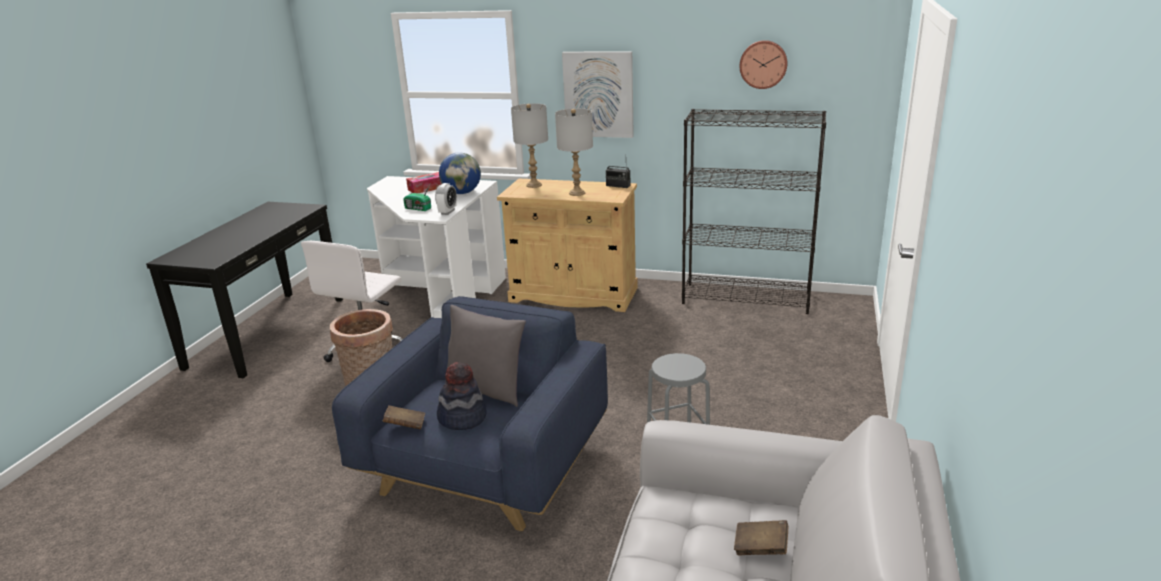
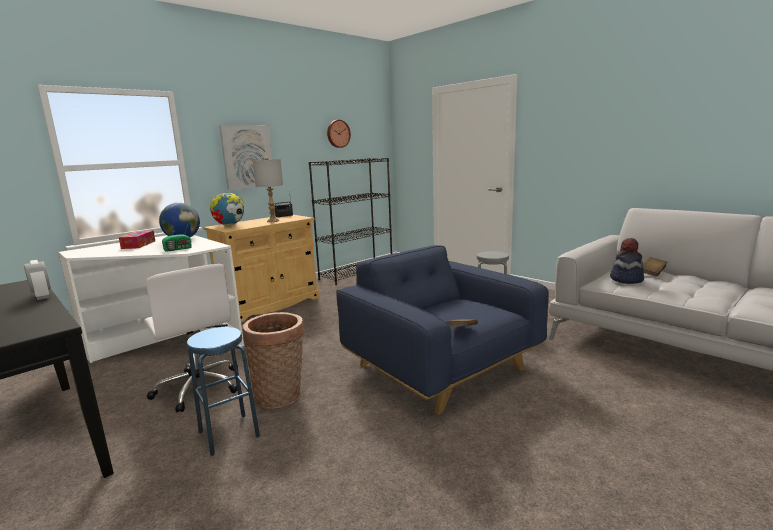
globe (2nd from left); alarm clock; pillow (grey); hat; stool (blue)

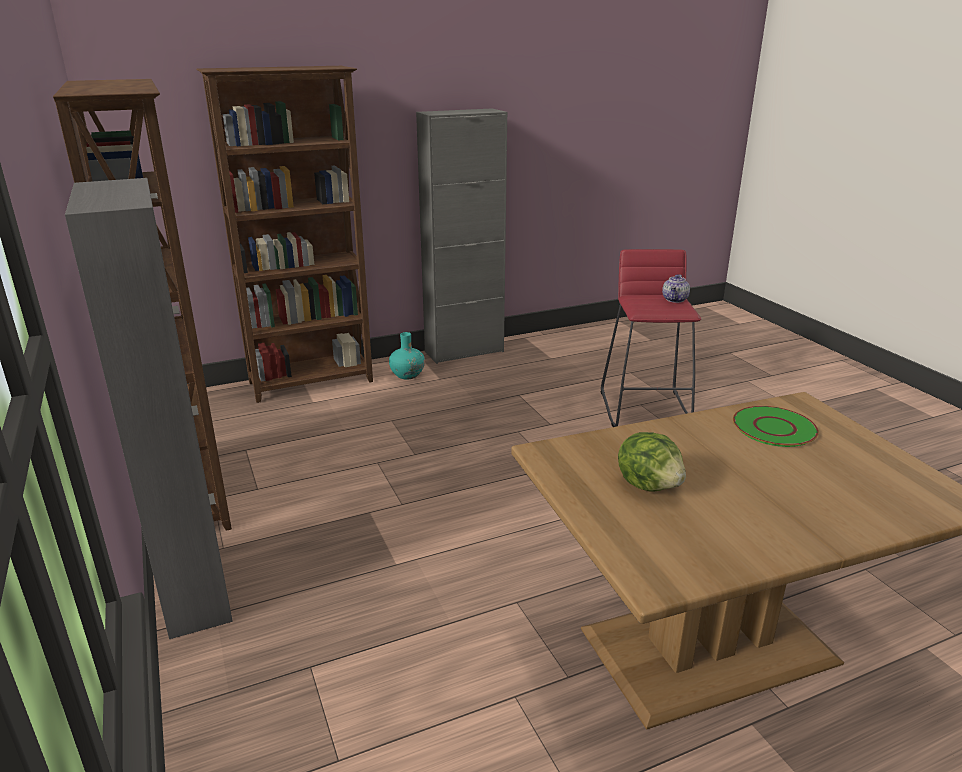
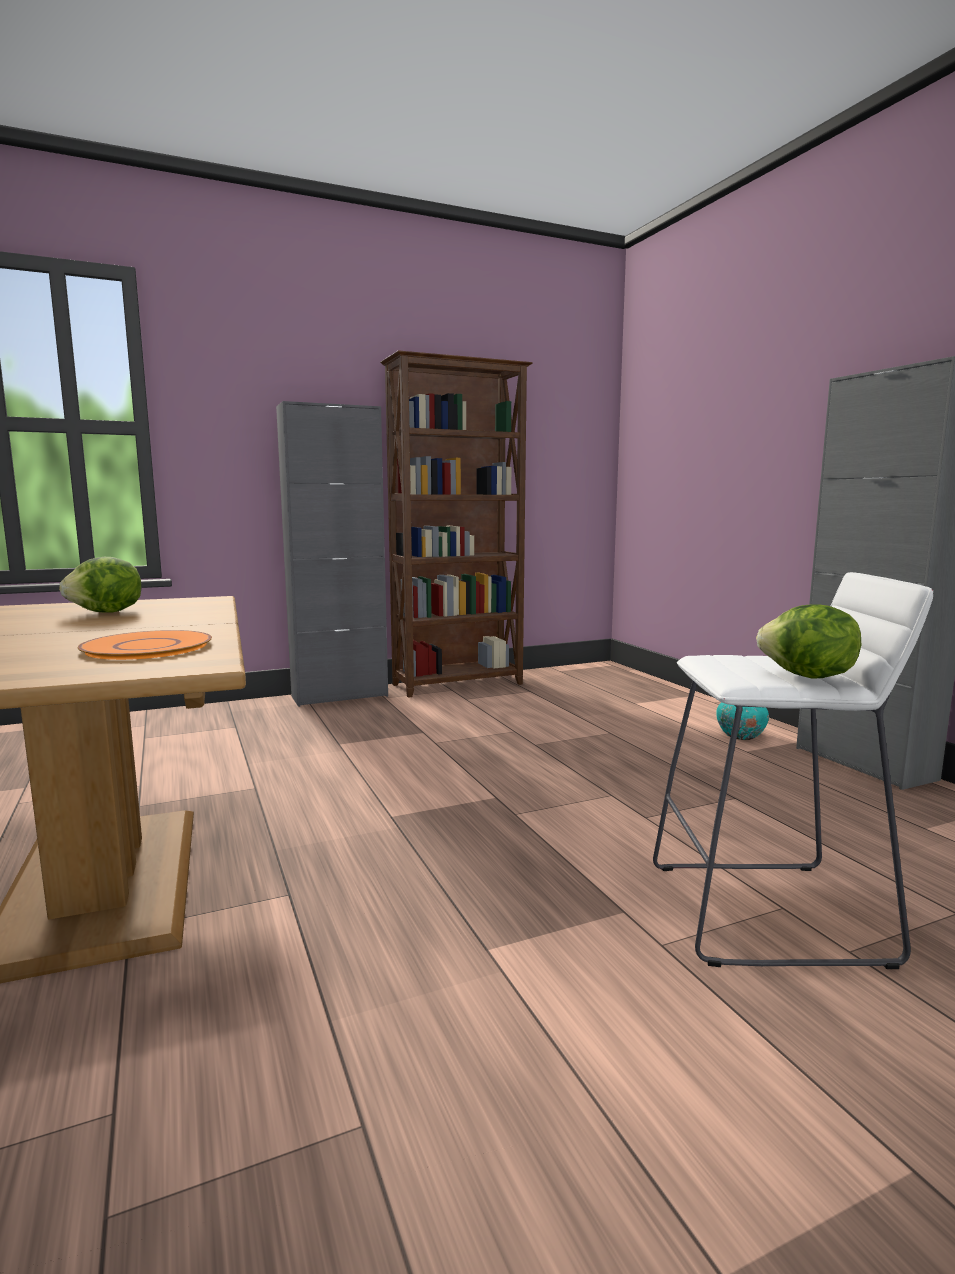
bookcase (brown) (2nd from left in the first image); stool (white); lettuce (2nd from left); plate (orange)

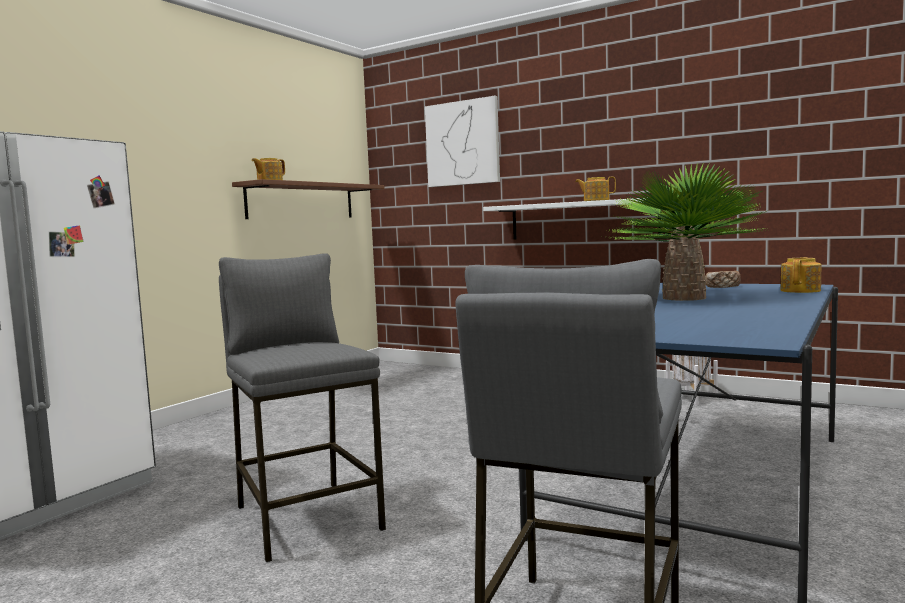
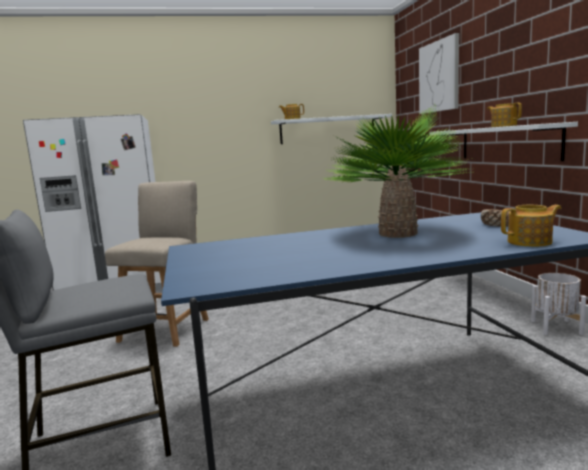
shelf (white) (1st from left); chair (beige)

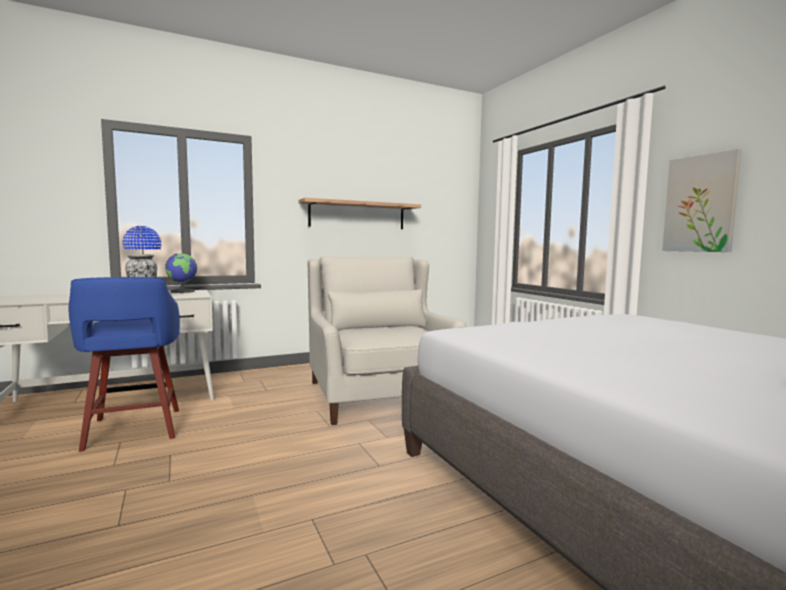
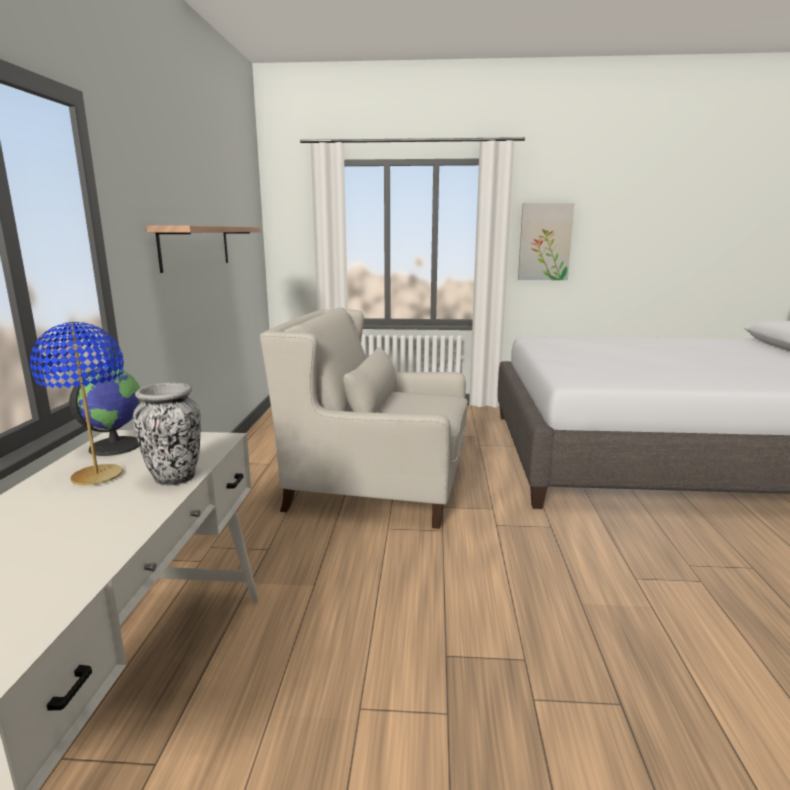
stool (blue)

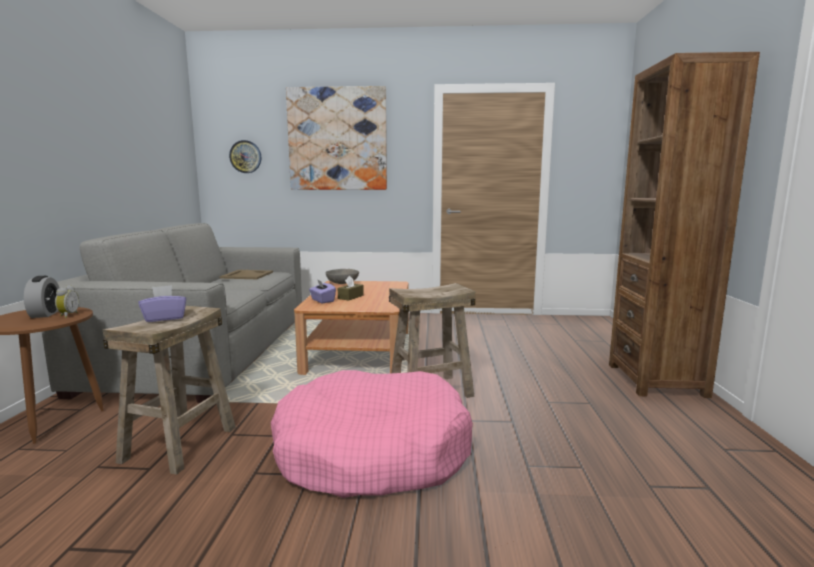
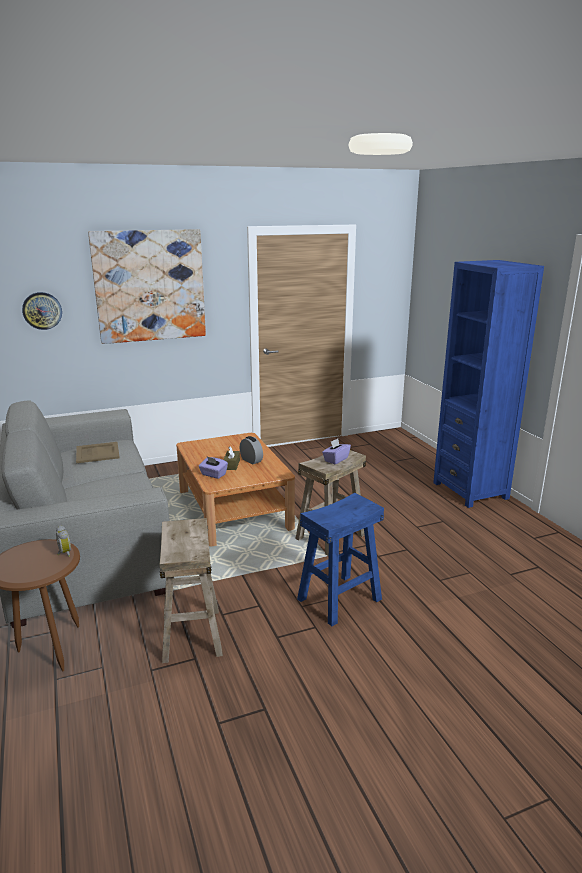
bookcase (blue); bowl (grey); alarm clock (2nd from left); tissue box (purple) (2nd from left); stool (blue)

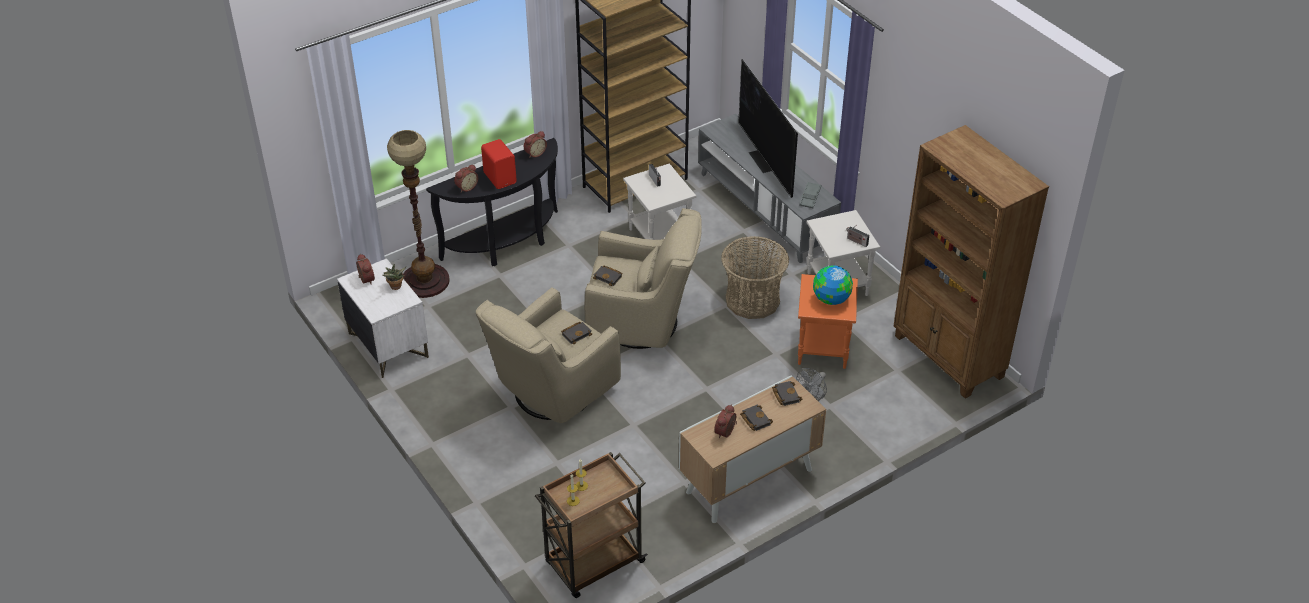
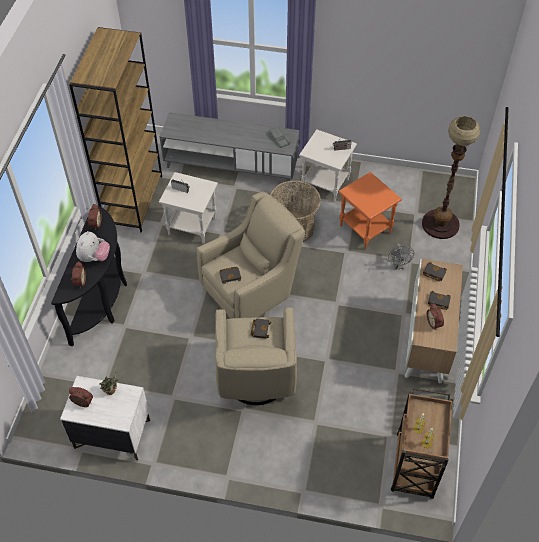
television; bookcase (brown) (2nd from left in the first image); floor lamp; plush toy; globe

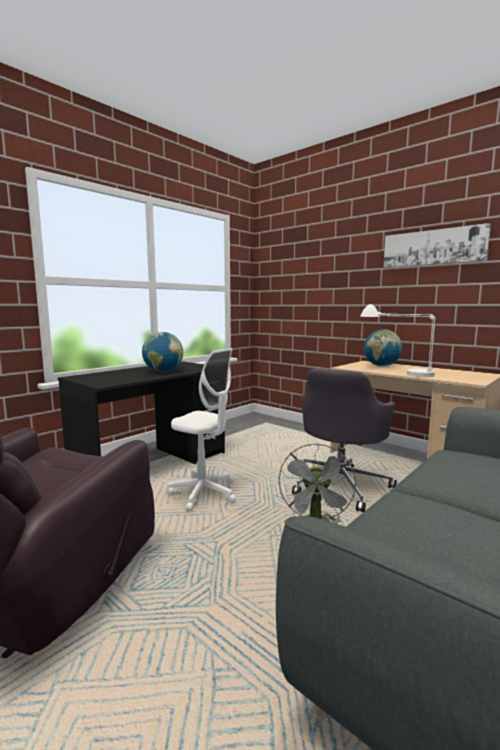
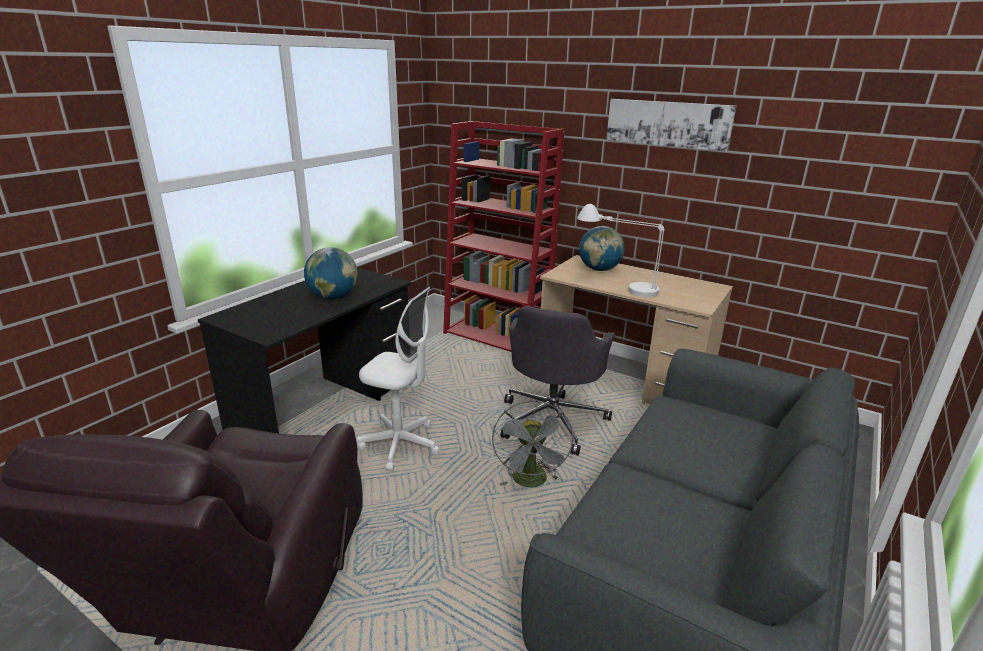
bookcase (red)

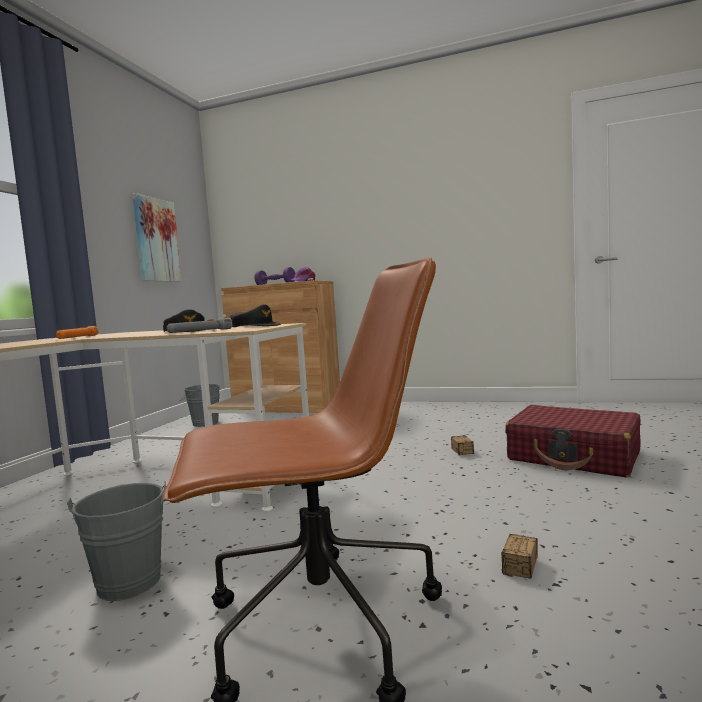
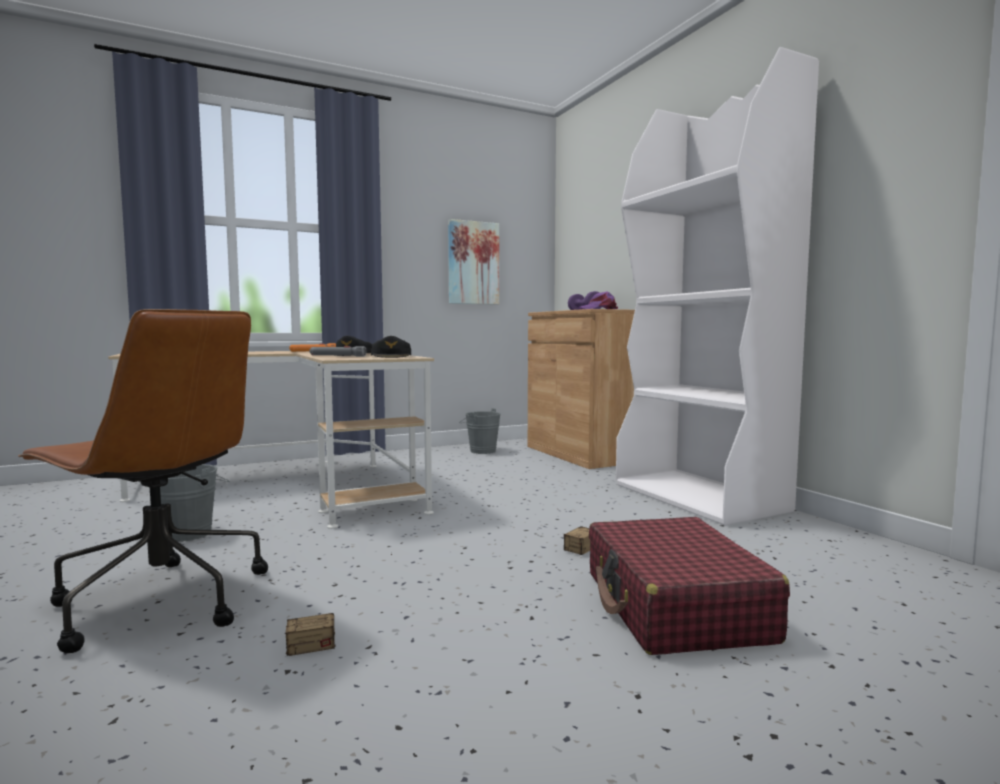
bookcase (white)

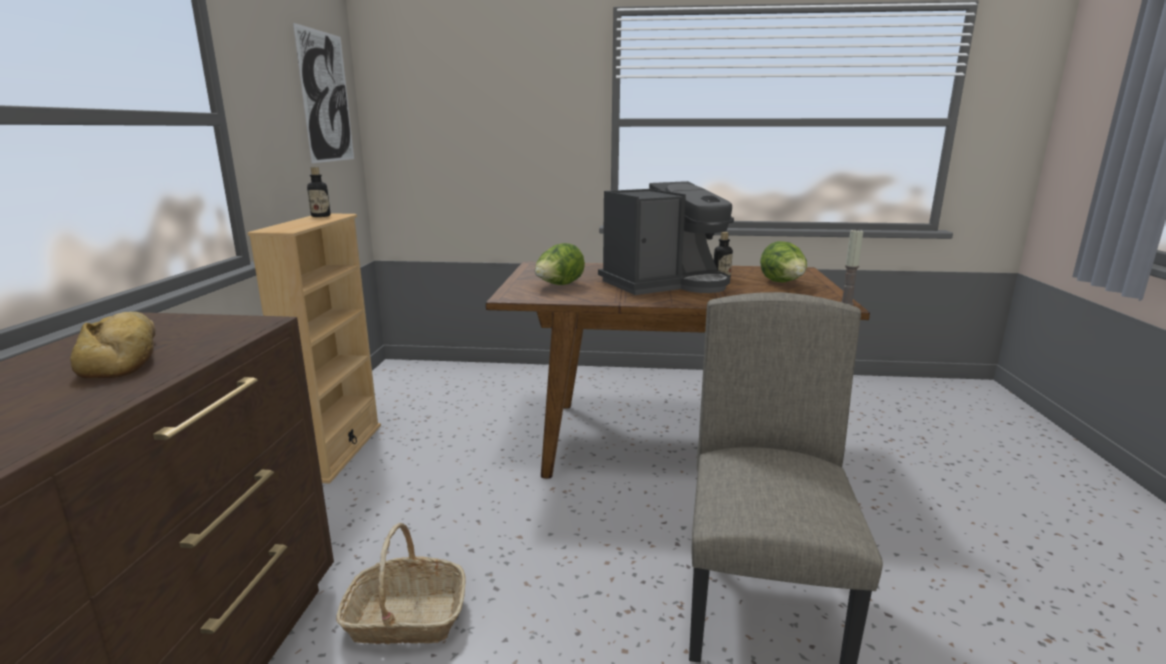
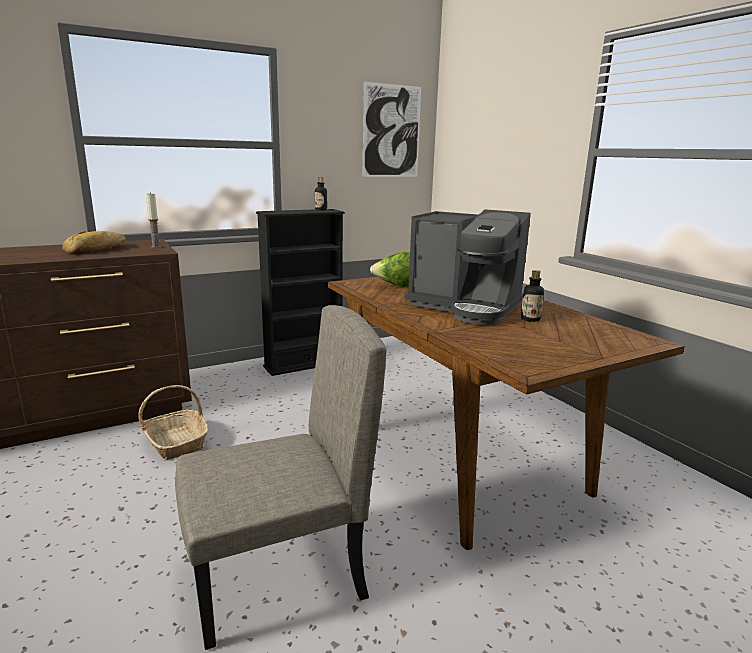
bookcase (black); candle; lettuce (2nd from left in the first image)

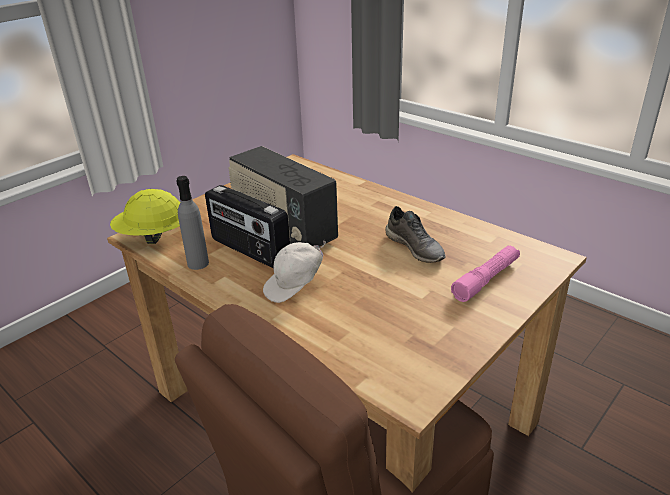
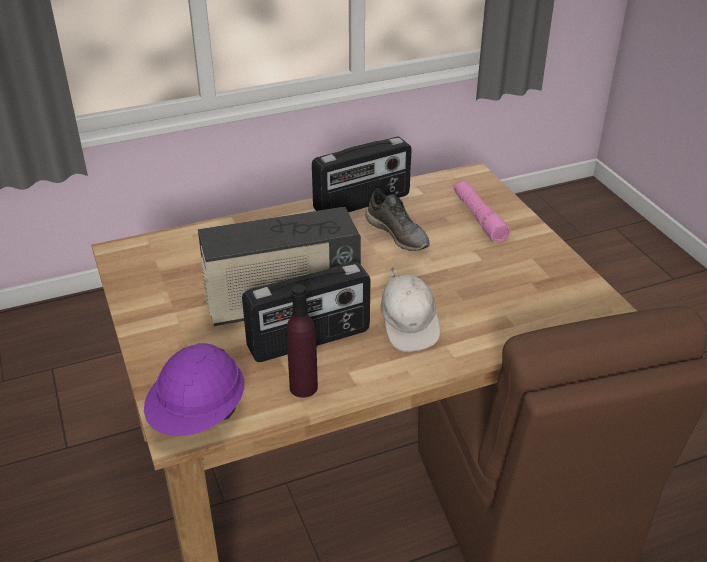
bottle (purple); hard hat (purple); shoe (grey); radio (3rd from left)

